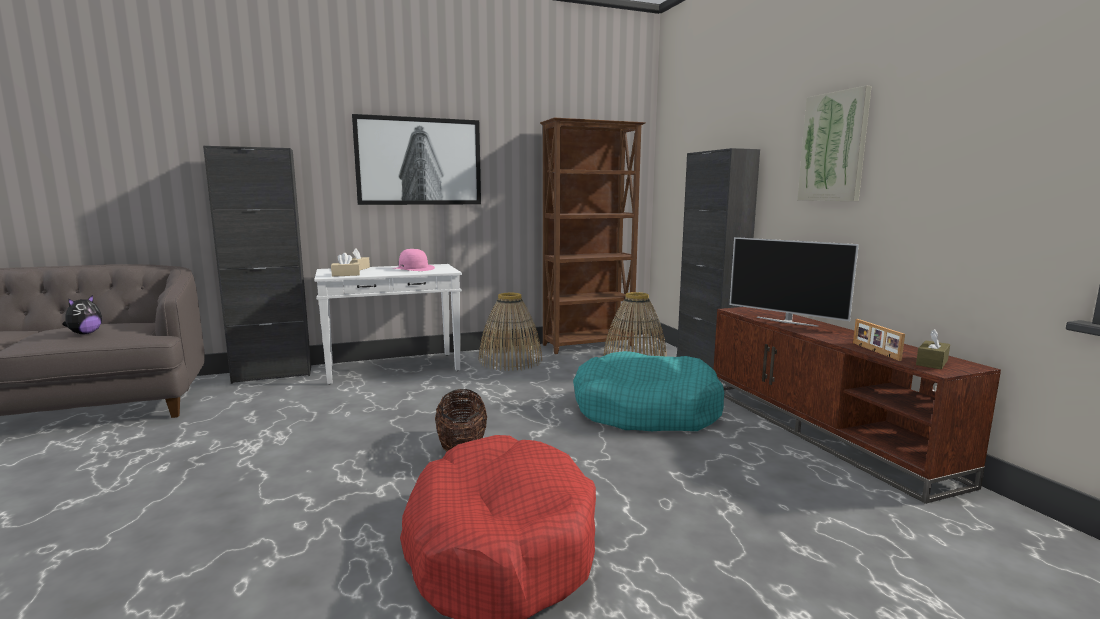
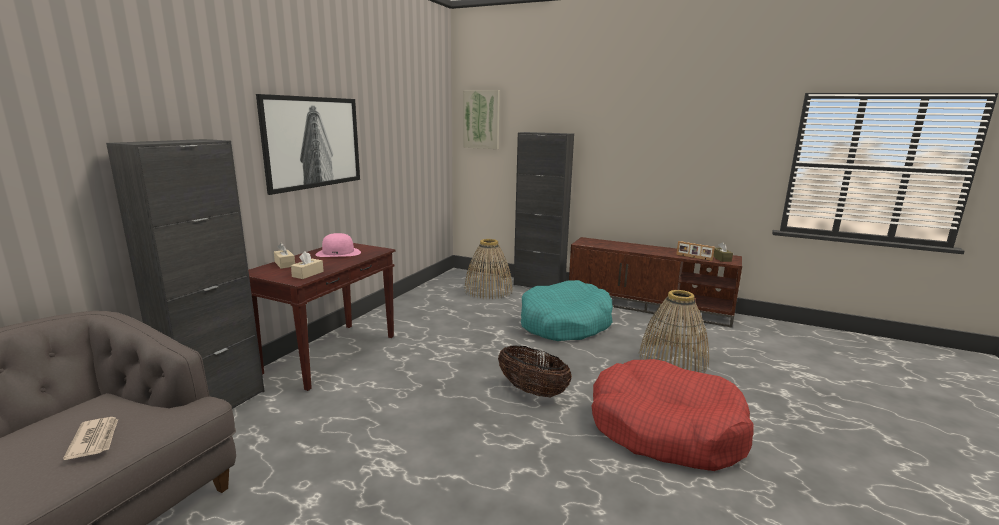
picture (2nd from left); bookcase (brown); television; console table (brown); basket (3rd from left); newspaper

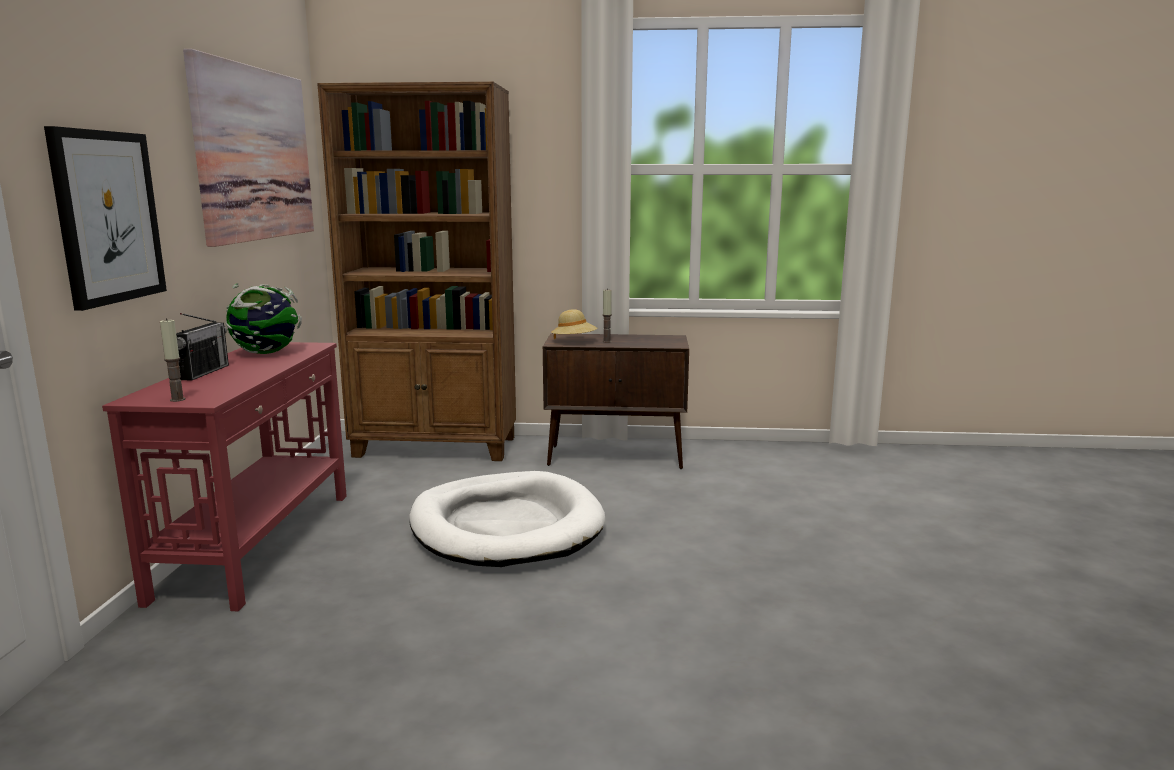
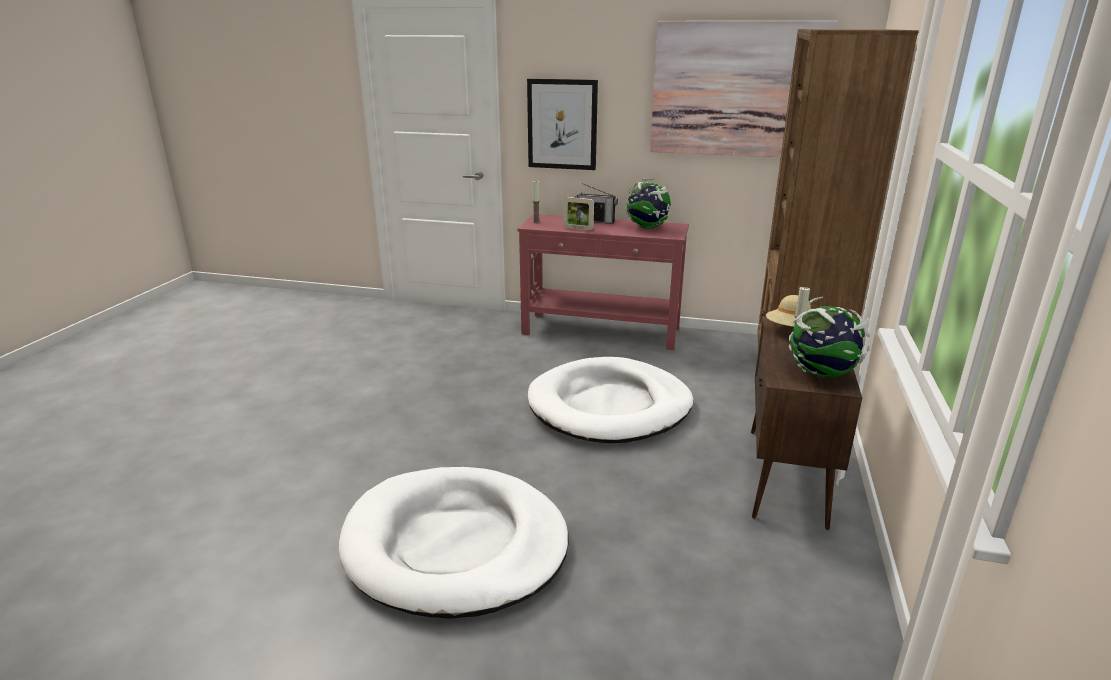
picture frame; globe (2nd from left); dog bed (white) (1st from left)

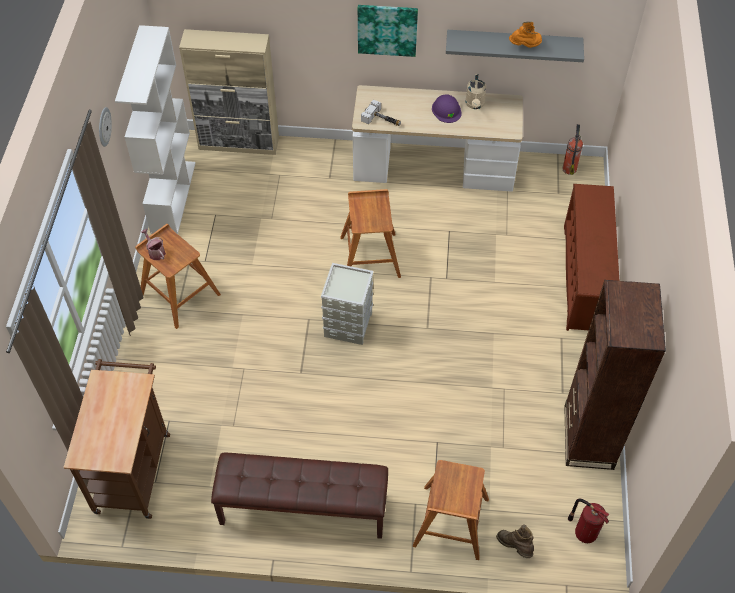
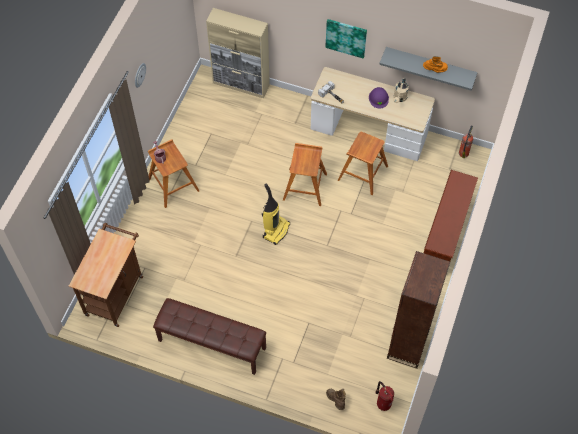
bookcase (white); vacuum cleaner; stool (brown) (3rd from left)

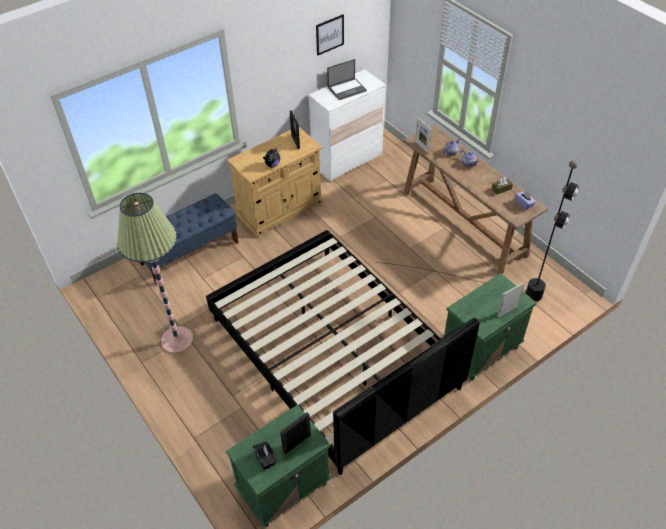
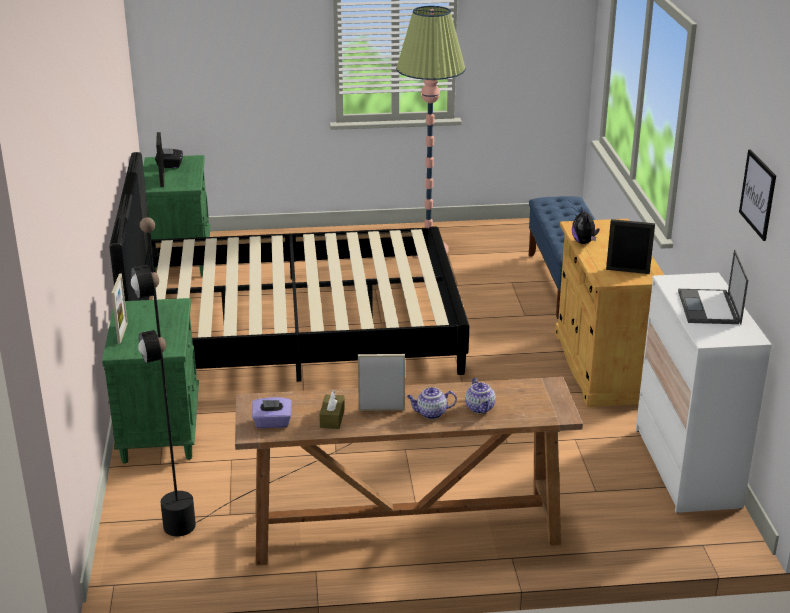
picture frame (3rd from left)

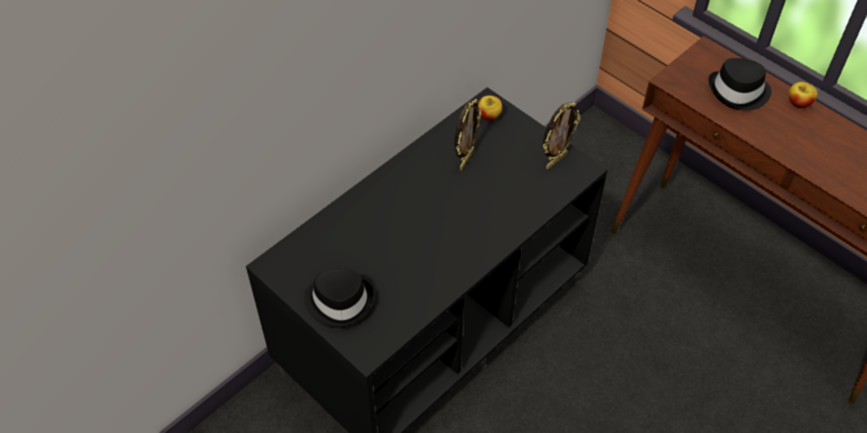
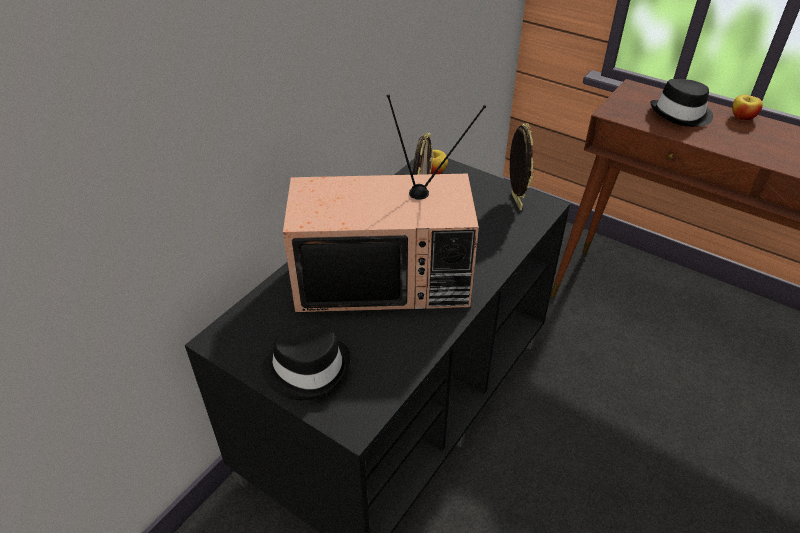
picture frame (2nd from left); television

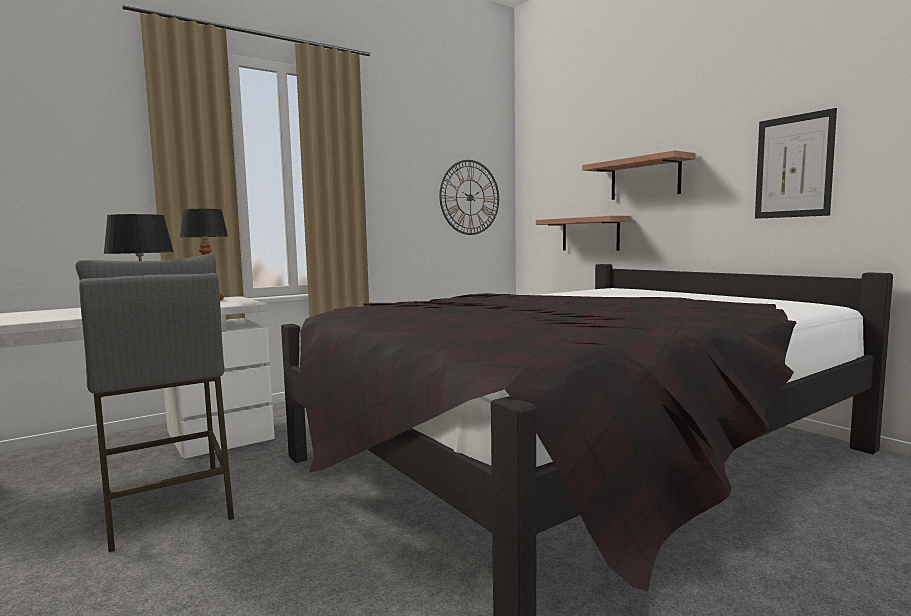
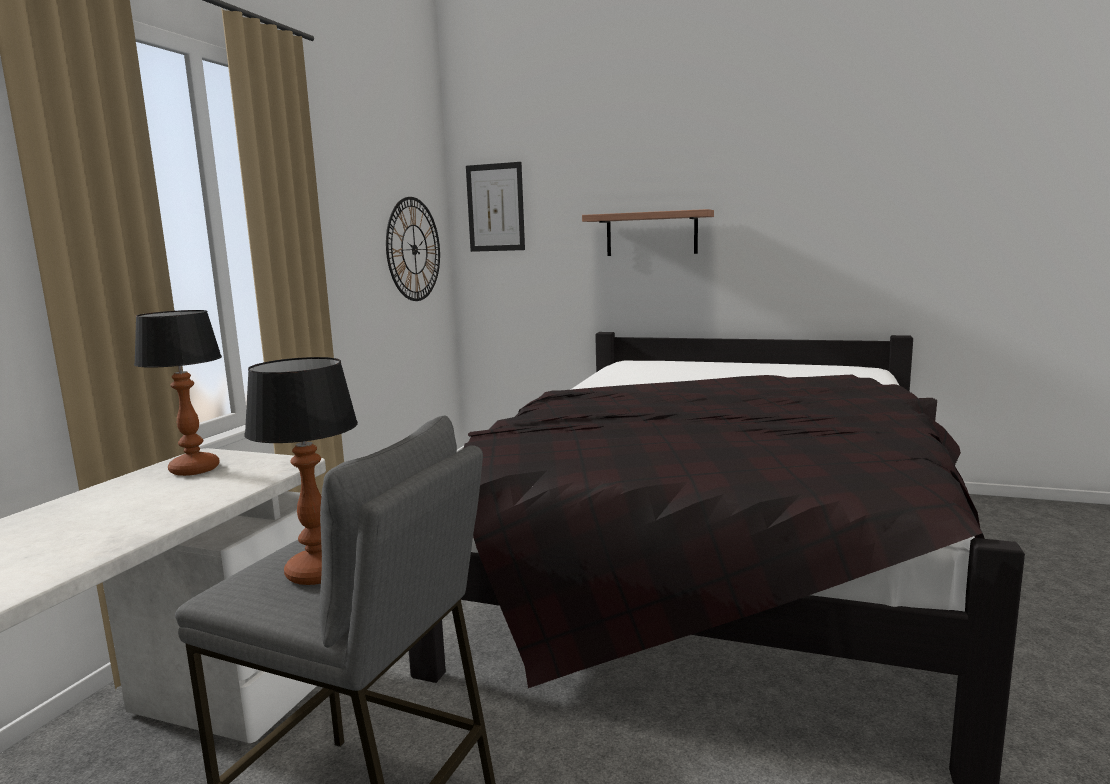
picture; shelf (1st from left in the first image)

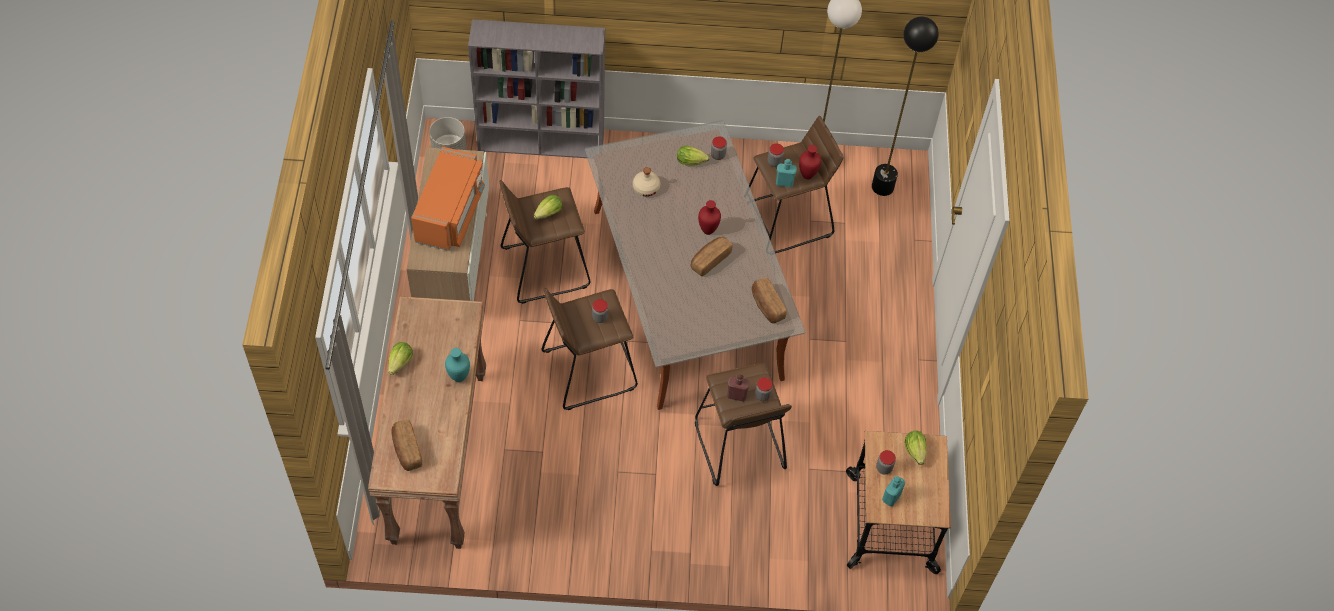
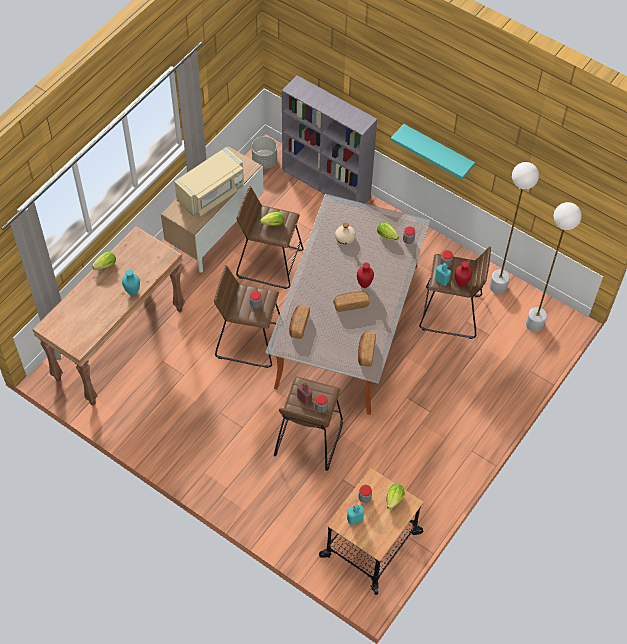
floor lamp (white) (2nd from left); microwave (beige); bread (1st from left); shelf (turquoise)

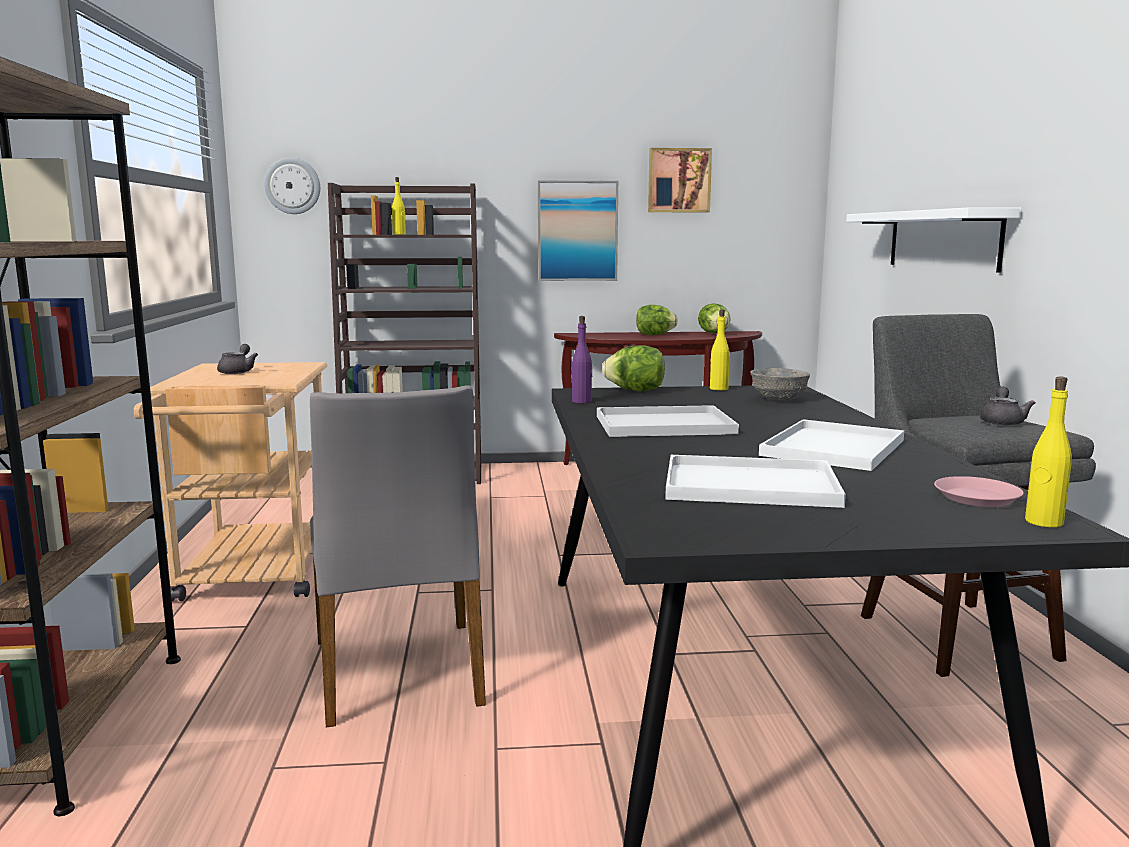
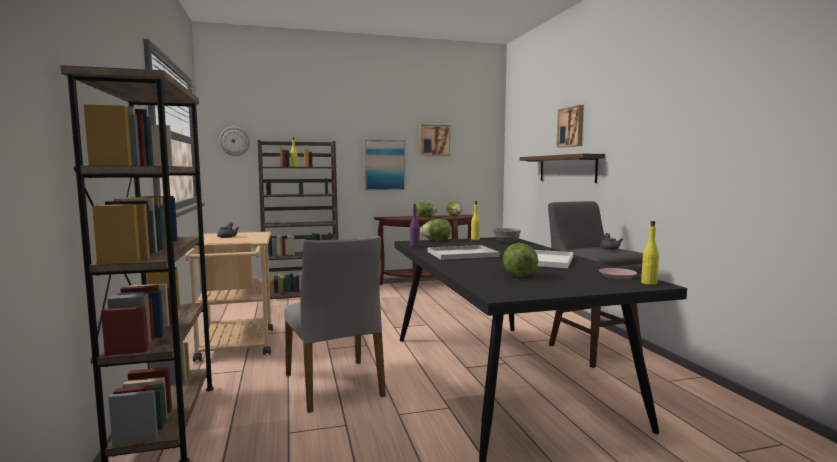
shelf (brown); lettuce (4th from left); picture (3rd from left)

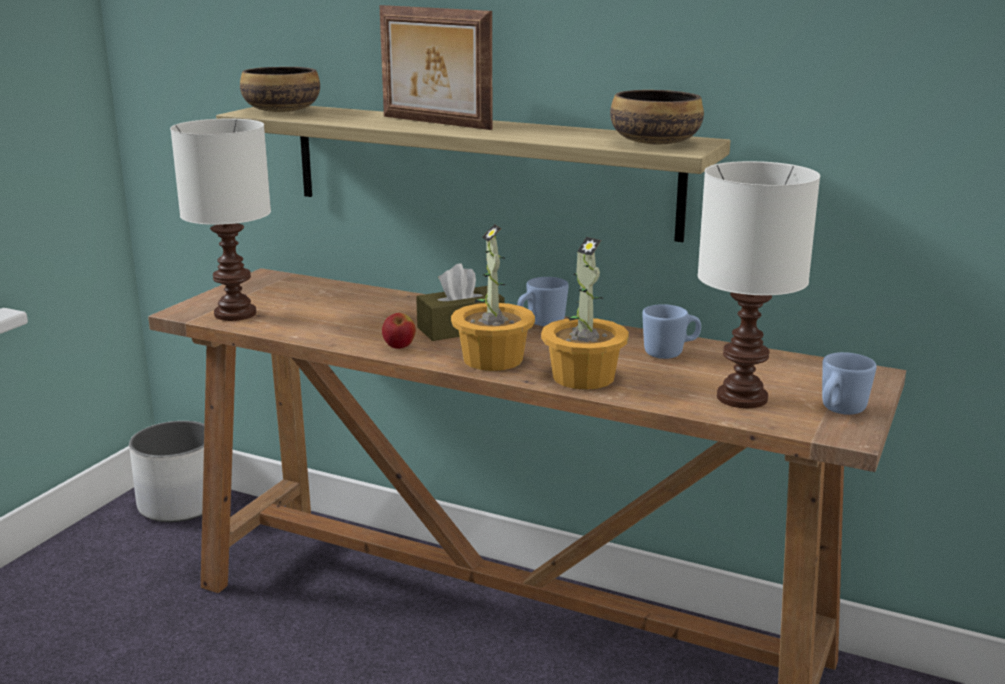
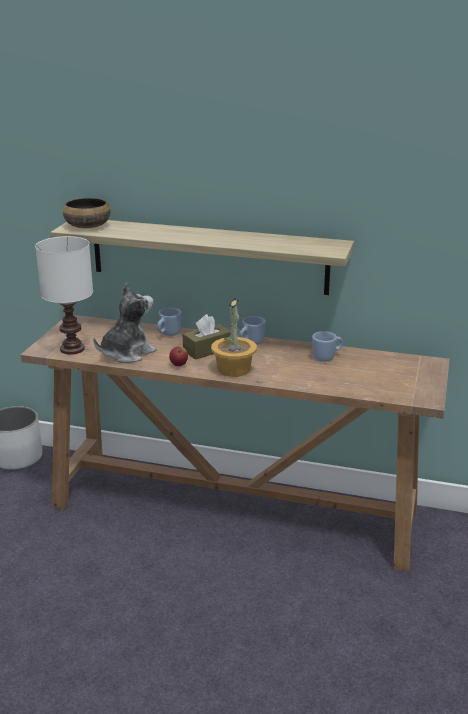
picture frame; bowl (2nd from left in the first image); table lamp (white) (2nd from left in the first image); potted plant (2nd from left in the first image); mug (blue) (1st from left); plush toy

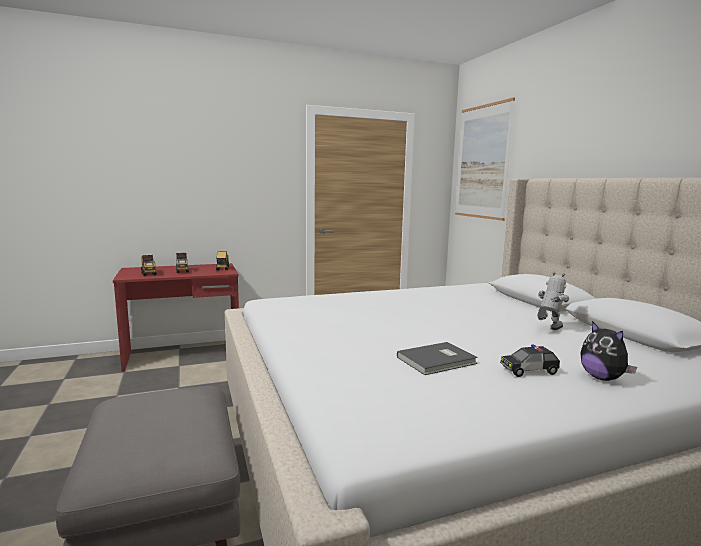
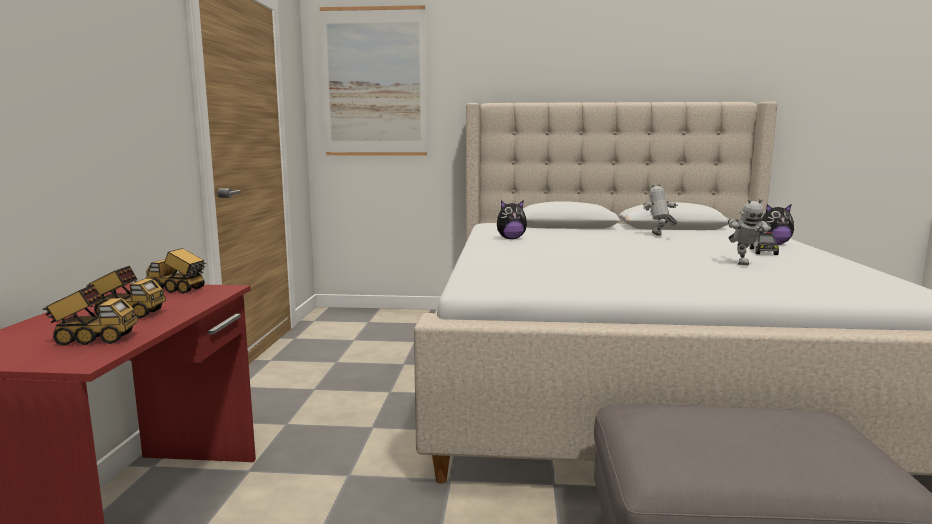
toy robot (2nd from left); plush toy (1st from left)

